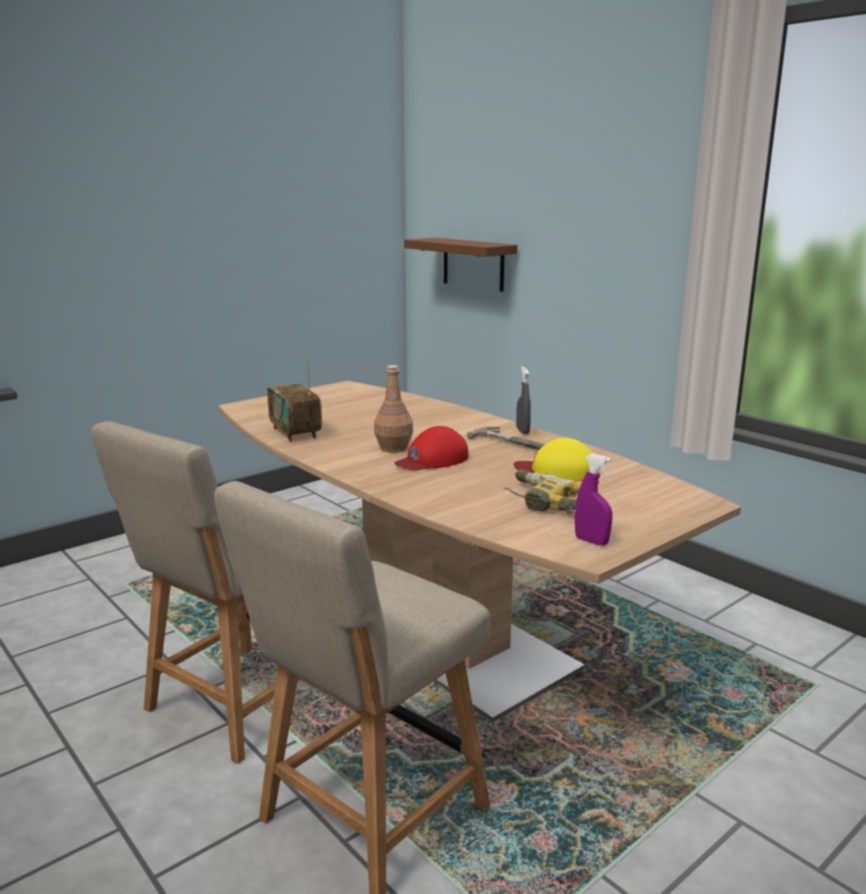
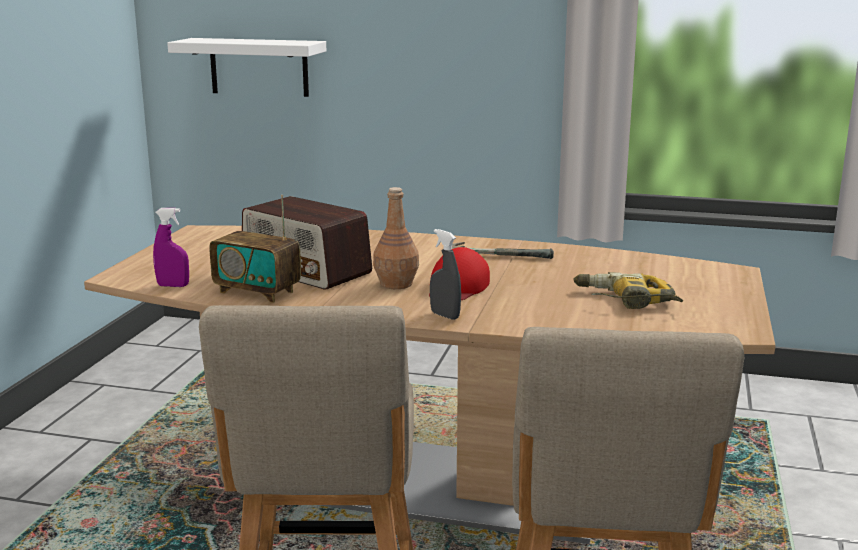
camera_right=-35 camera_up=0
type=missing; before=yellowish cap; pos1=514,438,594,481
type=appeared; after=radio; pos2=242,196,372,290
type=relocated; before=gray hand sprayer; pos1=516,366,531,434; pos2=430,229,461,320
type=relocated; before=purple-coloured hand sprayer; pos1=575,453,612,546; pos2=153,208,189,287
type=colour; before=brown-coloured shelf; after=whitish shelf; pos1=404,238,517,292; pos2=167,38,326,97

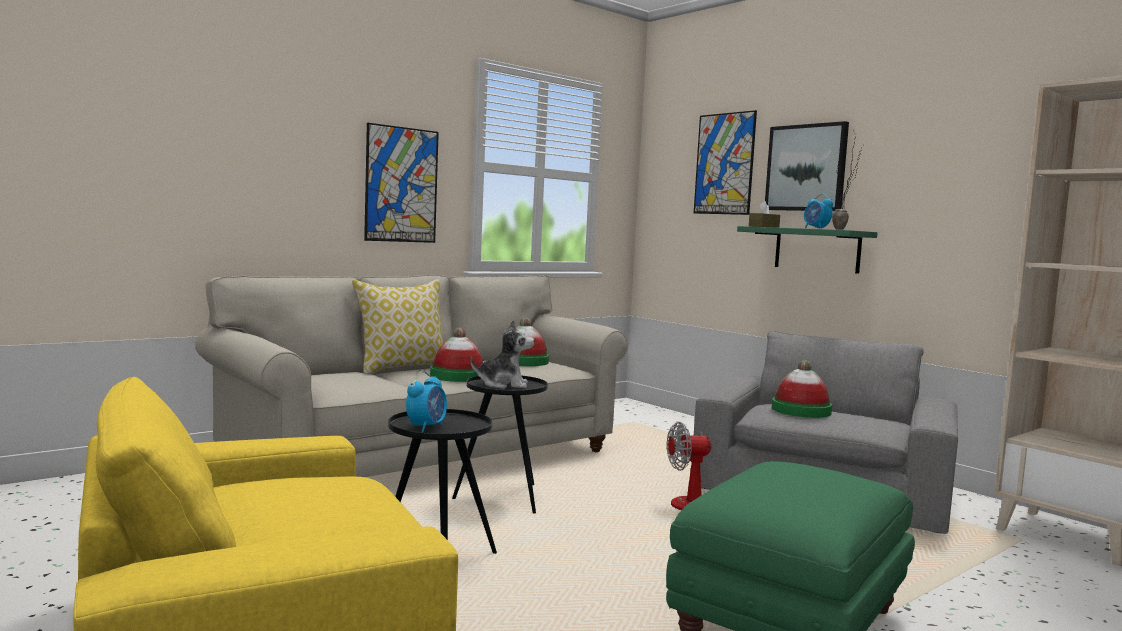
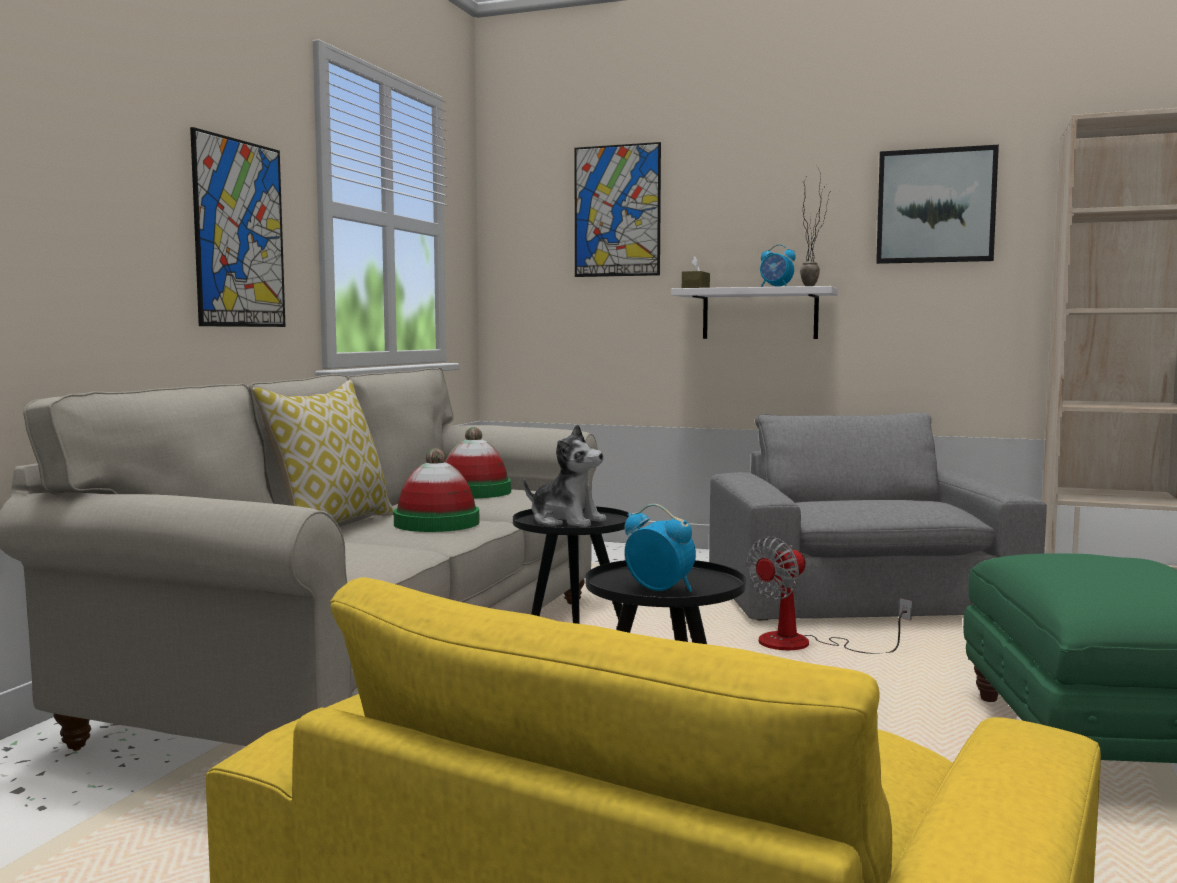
camera_right=-30 camera_up=0
type=missing; before=hat; pos1=772,360,832,418
type=relocated; before=wall art; pos1=765,121,849,211; pos2=876,145,999,264
type=colour; before=greenish shelf; after=whitish shelf; pos1=737,226,878,274; pos2=671,286,838,339
type=spun; before=bedside clock; pos1=406,371,447,432; pos2=624,504,696,592; turn=-45
type=spun; before=plush toy; pos1=471,320,534,389; pos2=524,424,606,527; turn=60

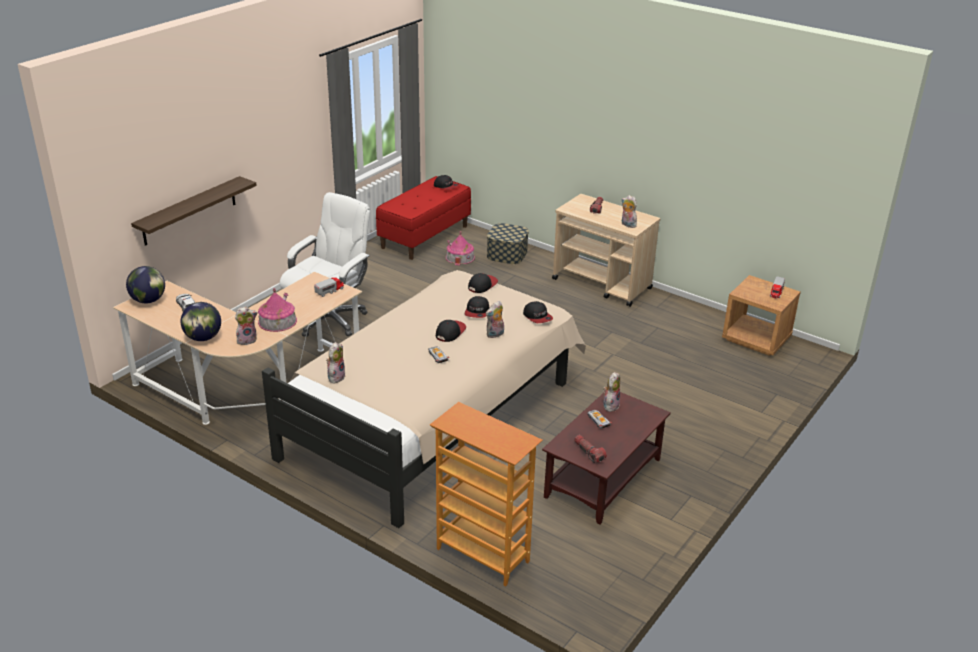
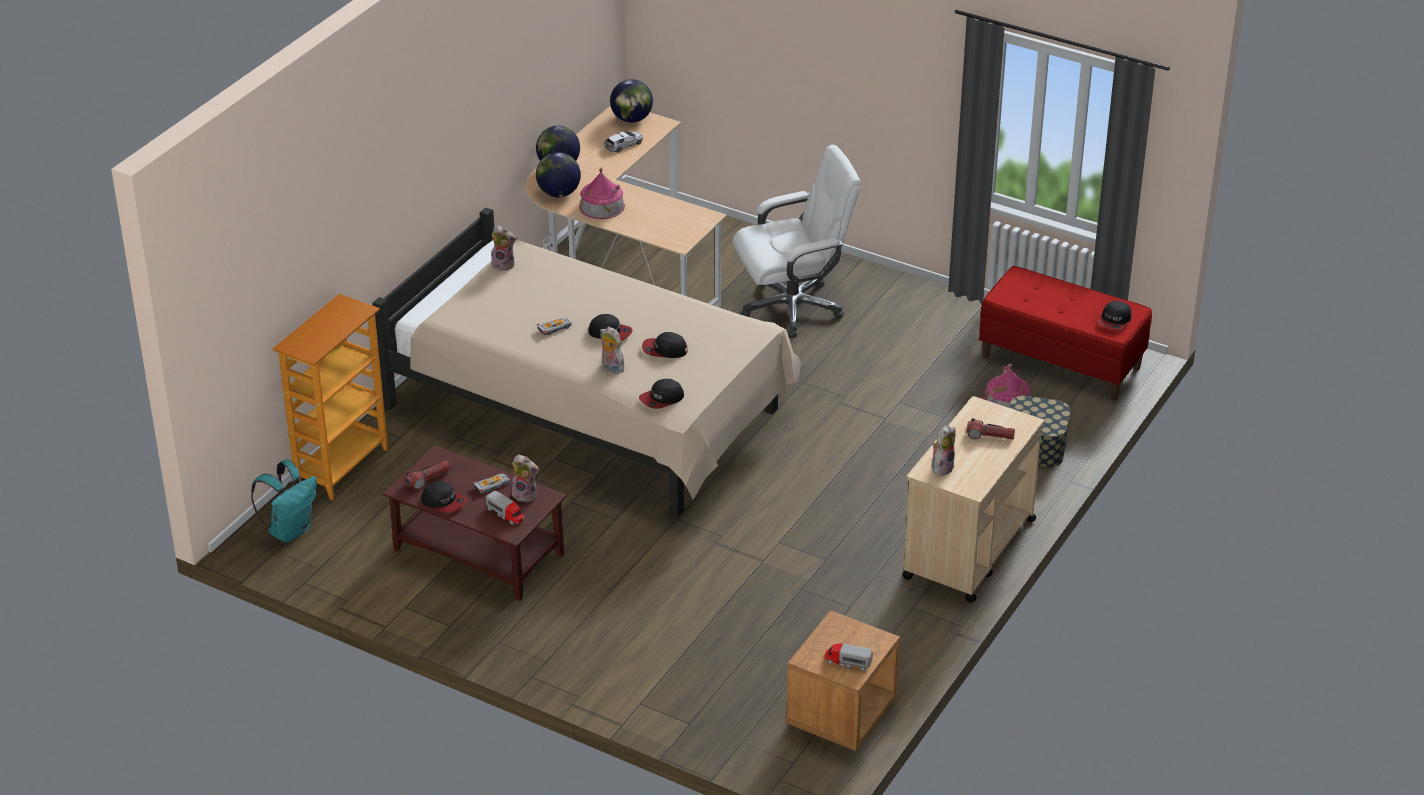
camera_right=85 camera_up=5
type=missing; before=shelf; pos1=131,176,257,246
type=appeared; after=turquoise backpack; pos2=251,460,317,543
type=relocated; before=toy lorry; pos1=314,277,344,297; pos2=486,491,524,525
type=relocated; before=cap; pos1=468,273,498,293; pos2=421,481,467,513
type=exchanged; before=plush toy; after=desk globe; pos1=235,307,257,345; pos2=536,152,581,197
type=spun; before=whitish office chair; pos1=280,192,370,337; pos2=733,144,861,338; turn=-45

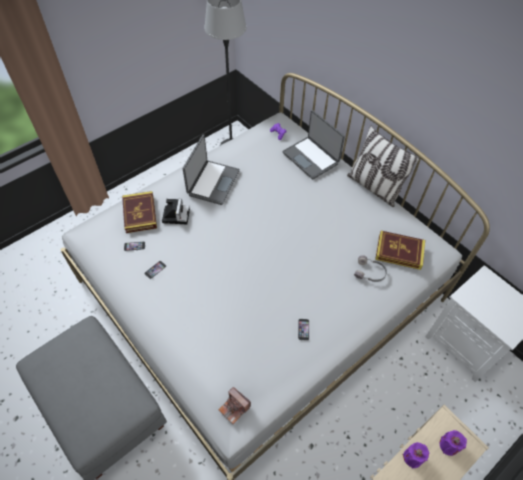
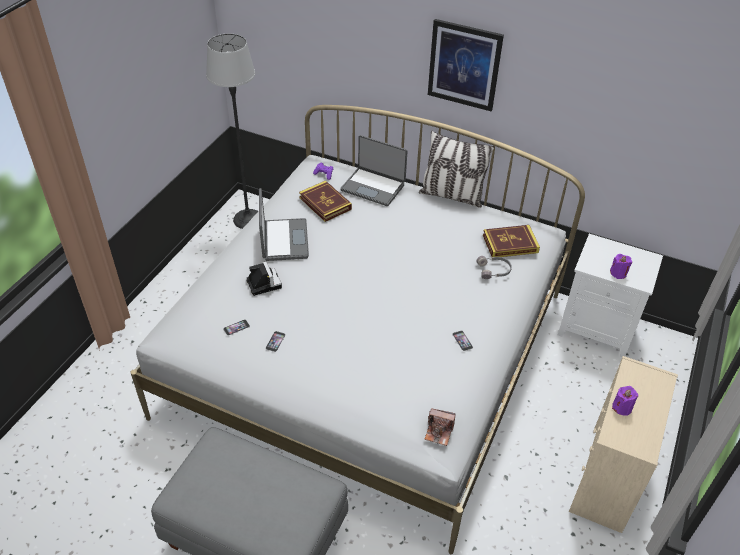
camera_right=-25 camera_up=-10
type=appeared; after=wall art; pos2=428,19,504,111
type=relocated; before=bound book; pos1=122,191,157,233; pos2=299,180,352,222
type=relocated; before=purple-coloured wax light; pos1=440,430,467,456; pos2=610,254,632,279

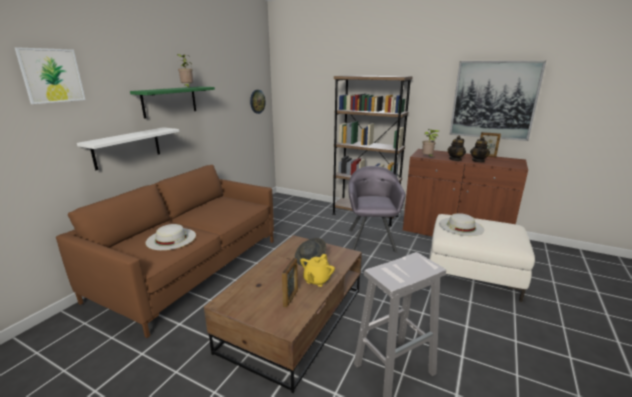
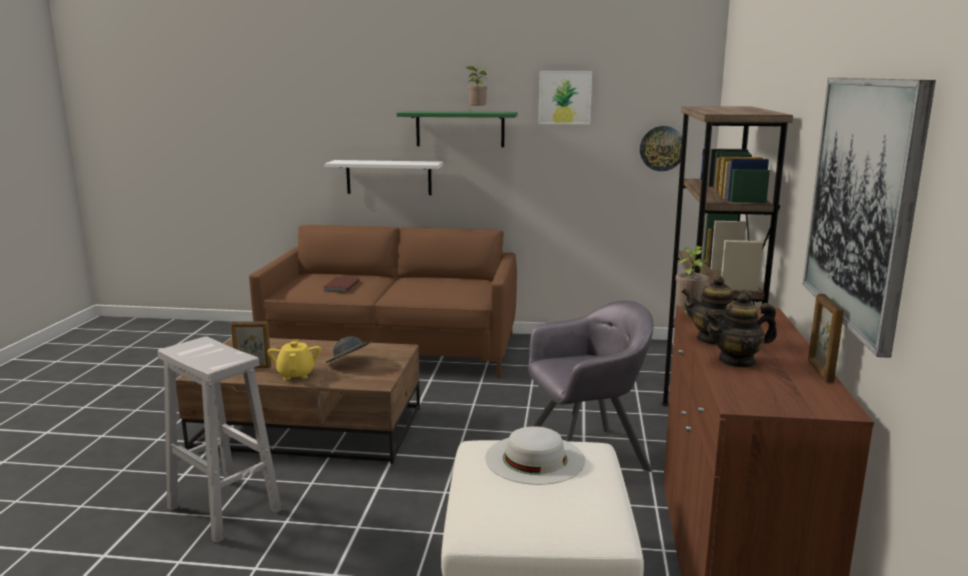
camera_right=70 camera_up=-5
type=relocated; before=wall art; pos1=15,47,85,104; pos2=539,71,592,125
type=exchanged; before=whitish hat; after=brown-coloured bound book; pos1=146,224,196,250; pos2=324,277,360,292
type=spun; before=yellowish pot for tea; pos1=300,254,335,287; pos2=268,339,321,380; turn=75

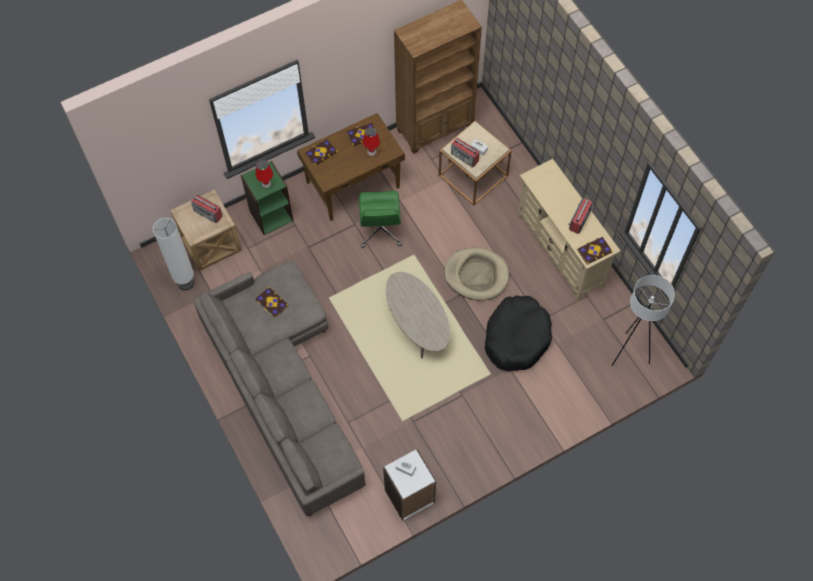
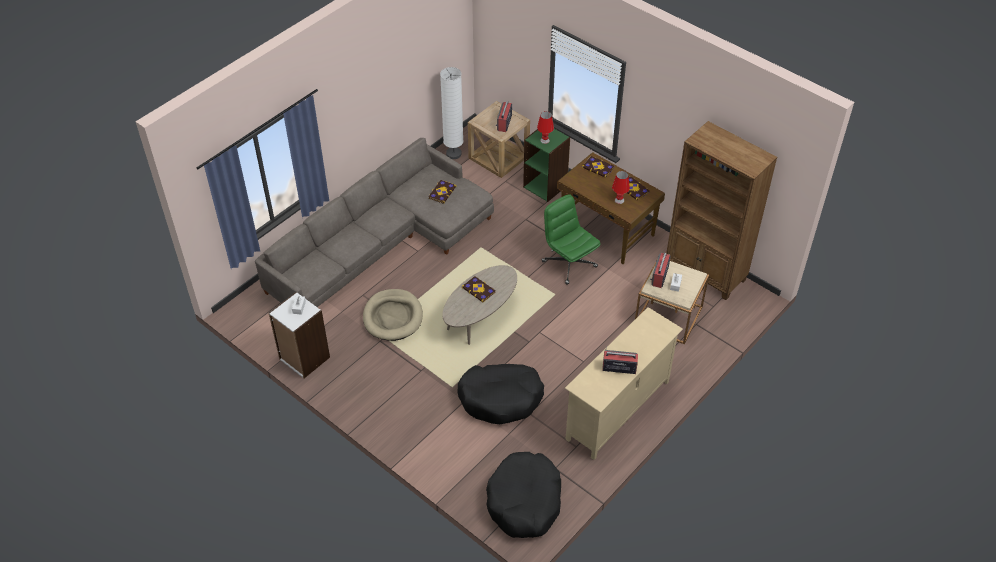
camera_right=70 camera_up=-15
type=relocated; before=sand-coloured dog cushion; pos1=444,248,509,301; pos2=363,289,423,341
type=relocated; before=bound book; pos1=577,237,613,265; pos2=462,276,496,303
type=exchanged; before=whitish floor lamp; after=black-coloured dog cushion; pos1=612,275,675,366; pos2=486,452,561,538
type=spun; before=greenish office chair; pos1=359,191,402,248; pos2=542,194,601,284; turn=75

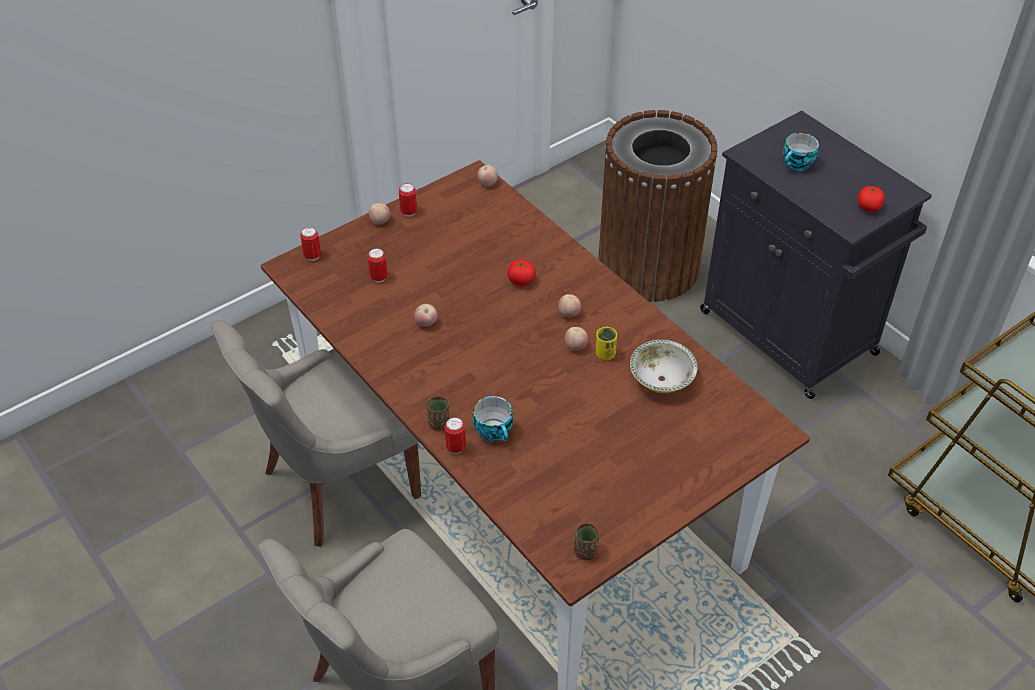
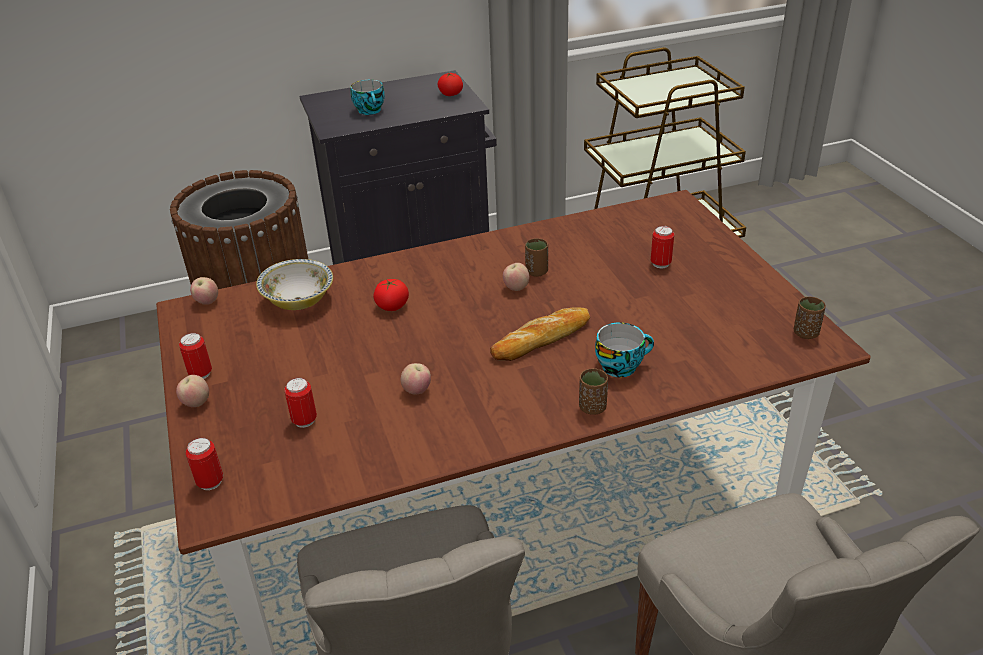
camera_right=-70 camera_up=-10
type=missing; before=apple; pos1=558,294,581,317
type=appeared; after=baked bread; pos2=490,308,590,361
type=relocated; before=metal can; pos1=445,417,466,454; pos2=651,226,674,268
type=relocated; before=deep dish; pos1=630,340,697,393; pos2=256,259,333,310
type=colour; before=yellowish drinking cup; after=brown-coloured drinking cup; pos1=596,327,617,360; pos2=525,238,548,277

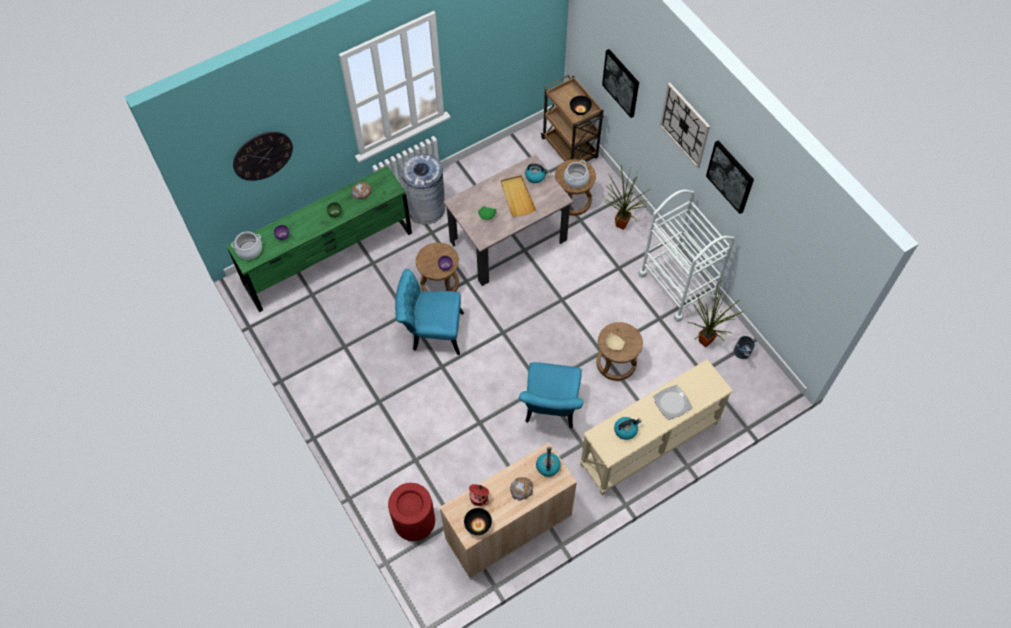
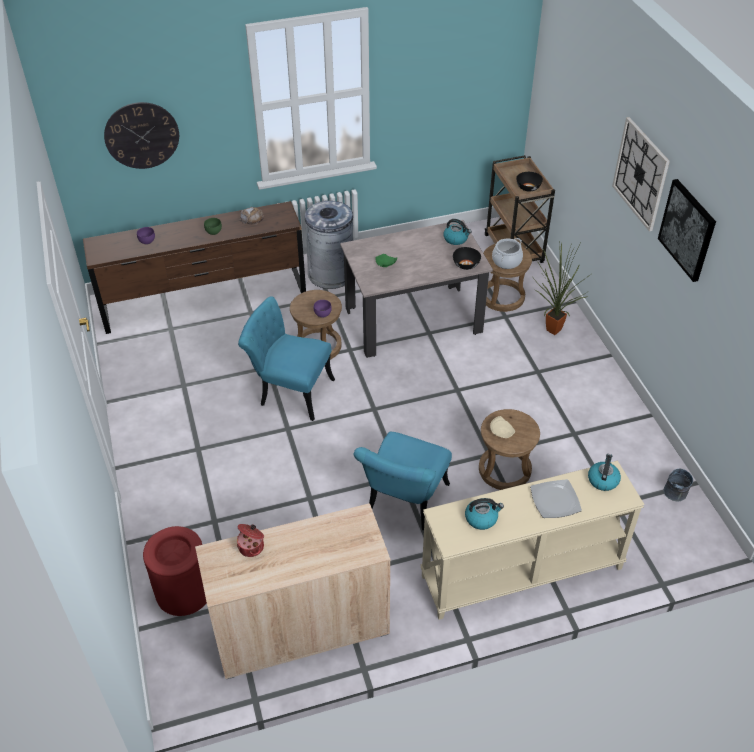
camera_right=15 camera_up=-15
type=missing; before=saucepot; pos1=231,231,262,260
type=missing; before=sand-coloured serving tray; pos1=501,175,536,217
type=missing; before=baked bread; pos1=510,477,533,501
type=missing; before=wall art; pos1=602,49,639,118
type=missing; before=whitish cart; pos1=638,189,735,322
type=missing; before=houseplant; pos1=688,282,743,347
type=relocated; before=black-coloured deep dish; pos1=464,508,492,535; pos2=453,247,481,270
type=relocated; before=tea kettle; pos1=536,447,561,477; pos2=588,454,621,491
type=colour; before=greenish drawer chest; after=brown-coloured drawer chest; pos1=226,166,412,312; pos2=83,201,306,334

